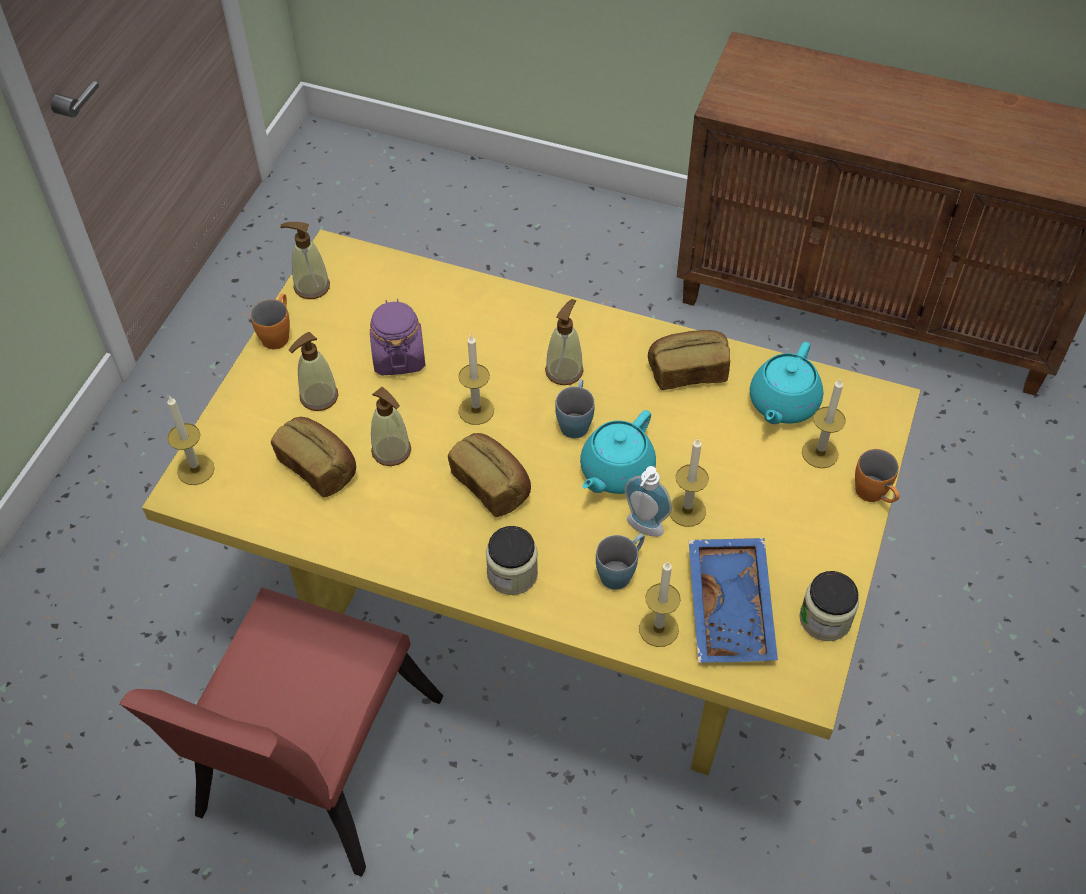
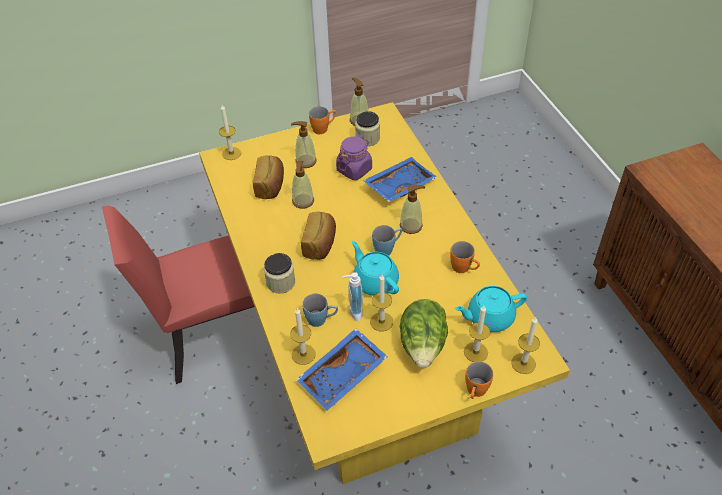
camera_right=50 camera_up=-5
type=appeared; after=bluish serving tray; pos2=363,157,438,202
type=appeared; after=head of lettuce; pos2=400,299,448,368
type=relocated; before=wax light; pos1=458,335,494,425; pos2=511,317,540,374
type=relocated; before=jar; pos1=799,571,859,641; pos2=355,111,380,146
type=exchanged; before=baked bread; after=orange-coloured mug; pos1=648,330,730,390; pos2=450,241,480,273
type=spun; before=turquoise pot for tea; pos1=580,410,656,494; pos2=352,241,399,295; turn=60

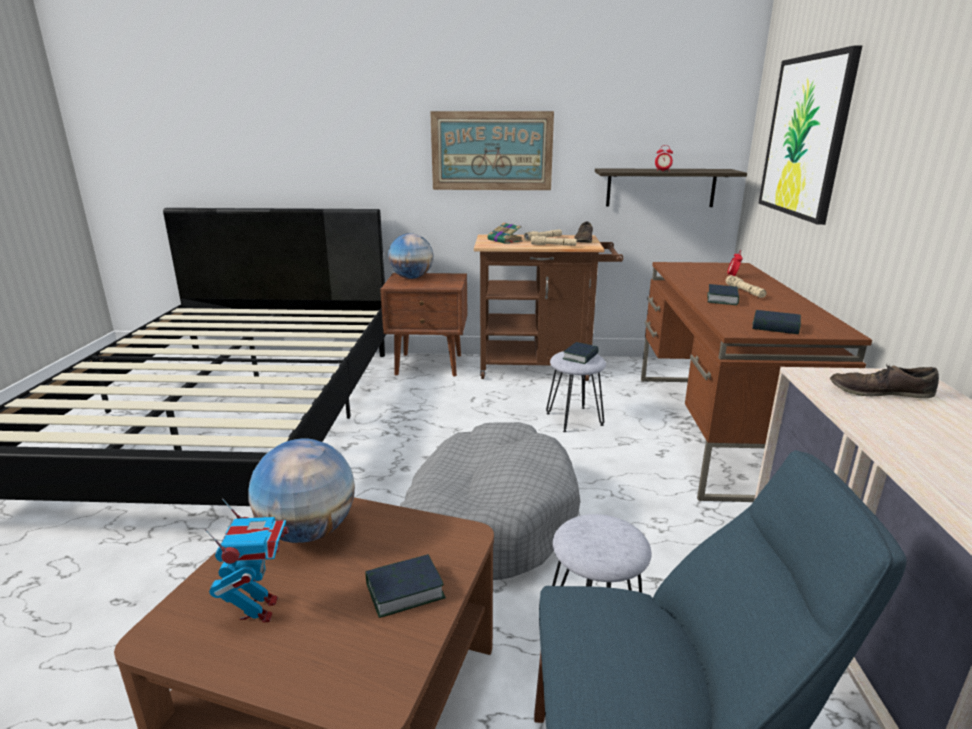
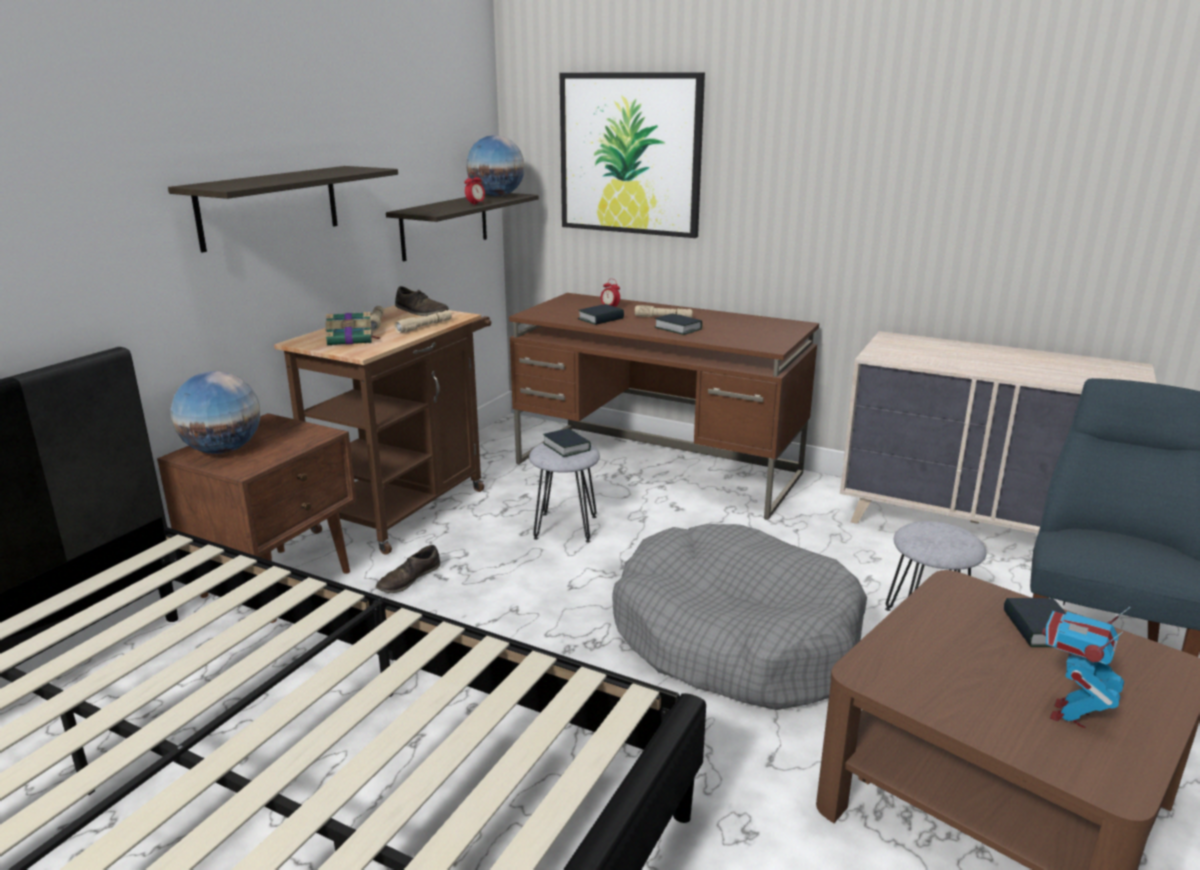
camera_right=-65 camera_up=0
type=relocated; before=desk globe; pos1=248,439,355,543; pos2=466,135,525,196
type=relocated; before=bound book; pos1=752,310,801,334; pos2=578,304,624,325
type=relocated; before=brown-coloured shoe; pos1=830,365,939,398; pos2=376,545,440,593
type=exchanged; before=wall art; after=shelf; pos1=430,111,554,190; pos2=168,166,398,253
type=spun; before=model robot; pos1=205,498,289,622; pos2=1042,607,1131,728; turn=-75

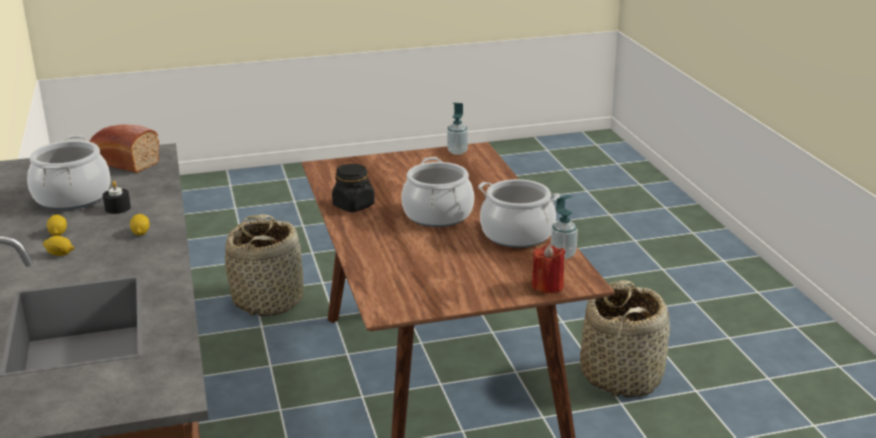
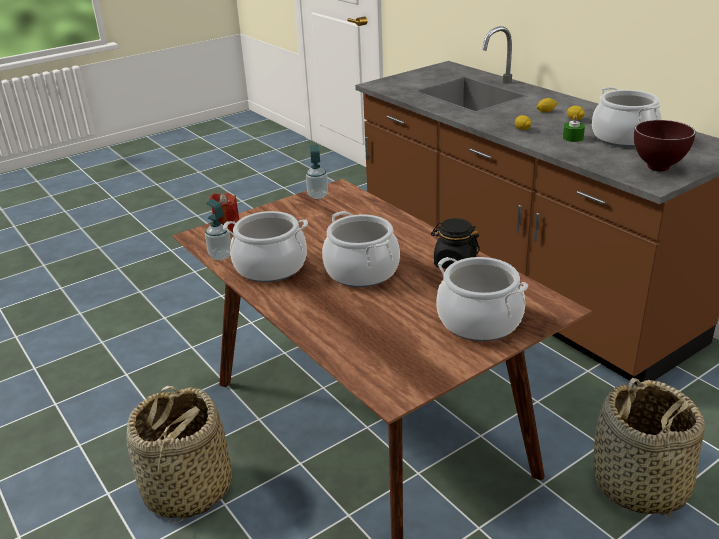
camera_right=160 camera_up=5
type=appeared; after=saucepot; pos2=436,257,528,341
type=relocated; before=soap dispenser; pos1=447,103,468,155; pos2=306,145,328,199
type=exchanged; before=baked bread; after=brown-coloured deep dish; pos1=89,124,159,173; pos2=634,120,696,171
type=colour; before=black-coloured wax light; after=greenish wax light; pos1=103,181,131,214; pos2=563,115,585,142

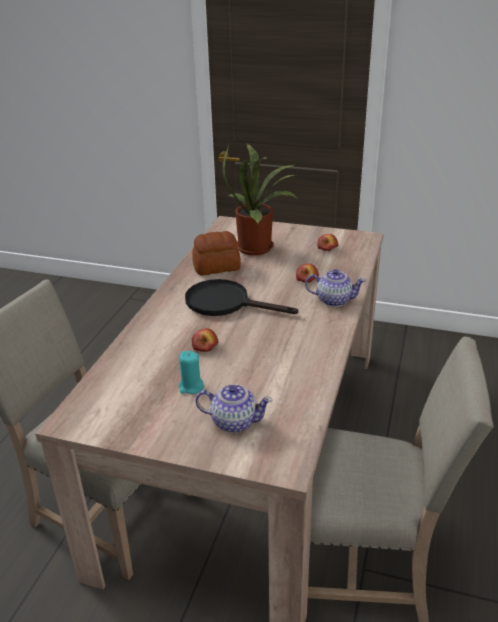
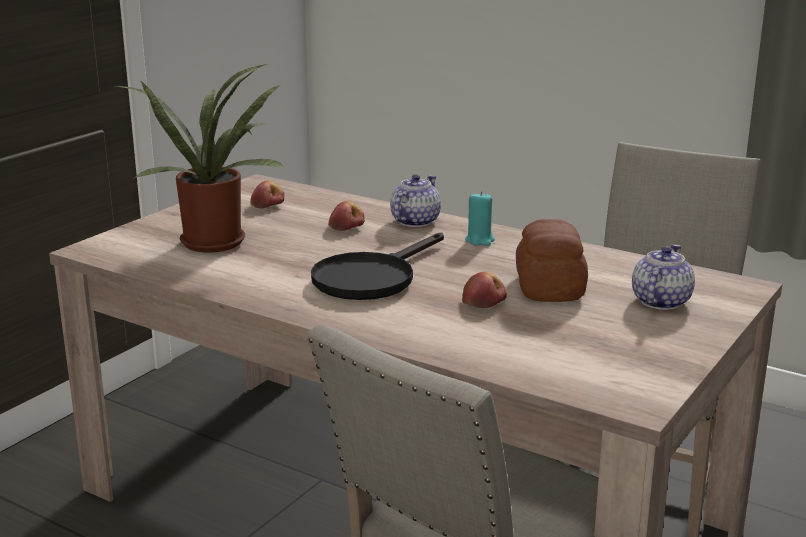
camera_right=-75 camera_up=-10
type=relocated; before=turquoise wax light; pos1=179,351,204,394; pos2=465,191,495,246
type=relocated; before=baked bread; pos1=192,231,241,275; pos2=516,219,588,302

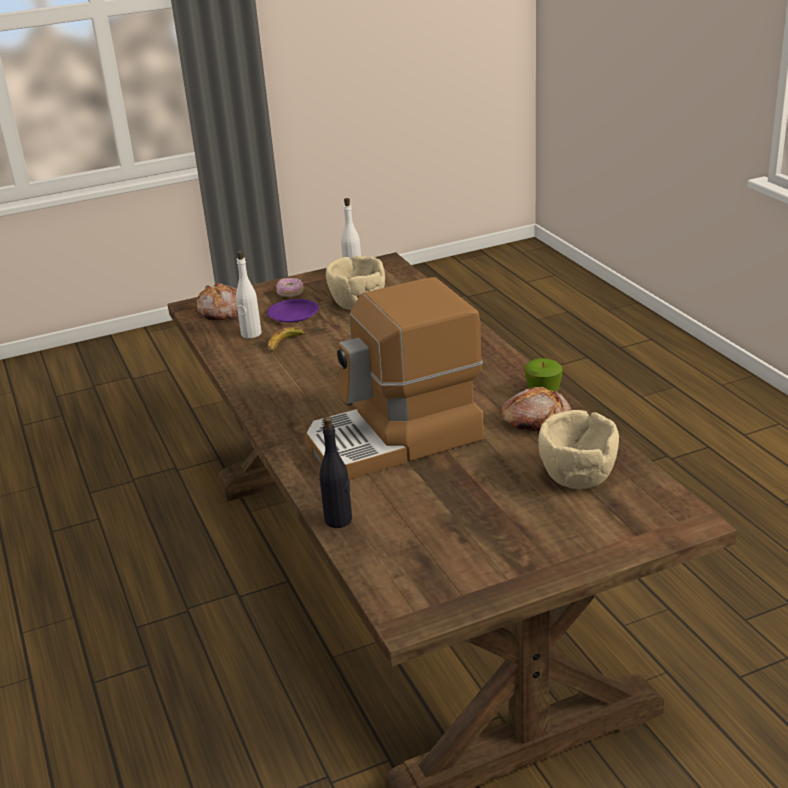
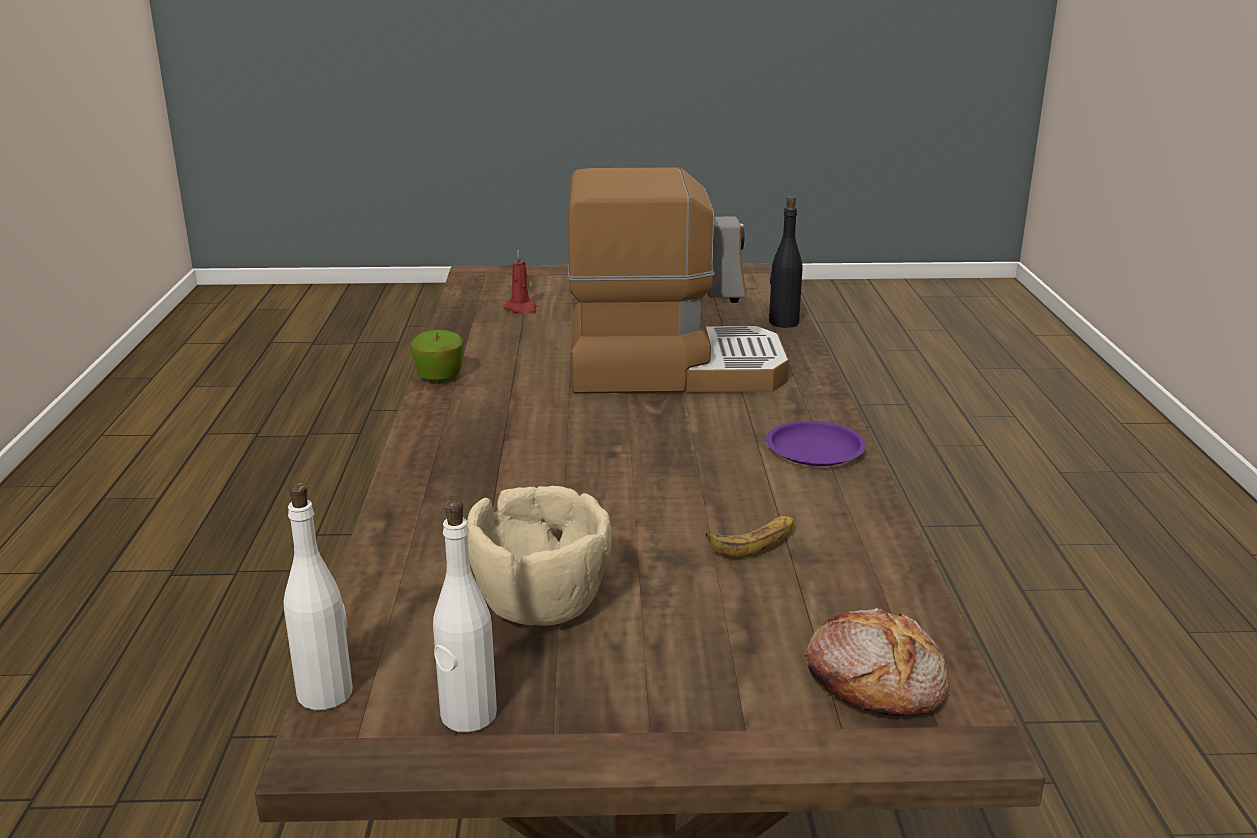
camera_right=-160 camera_up=-5
type=missing; before=doughnut; pos1=276,278,303,297
type=missing; before=baked bread; pos1=501,387,571,431
type=relocated; before=whitish bottle; pos1=236,251,261,338; pos2=284,482,353,710
type=relocated; before=purple-coloured plate; pos1=267,299,319,323; pos2=766,421,866,466
type=exchanged; before=sand-coloured deep dish; after=red-coloured wax light; pos1=538,410,619,489; pos2=503,250,537,314

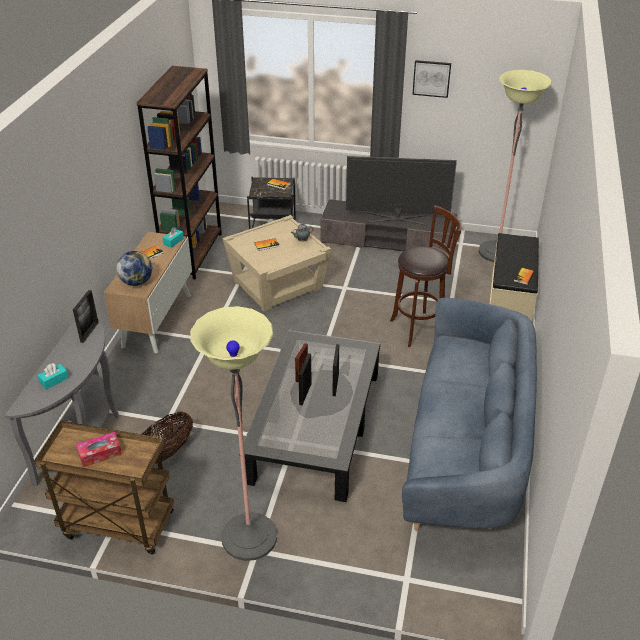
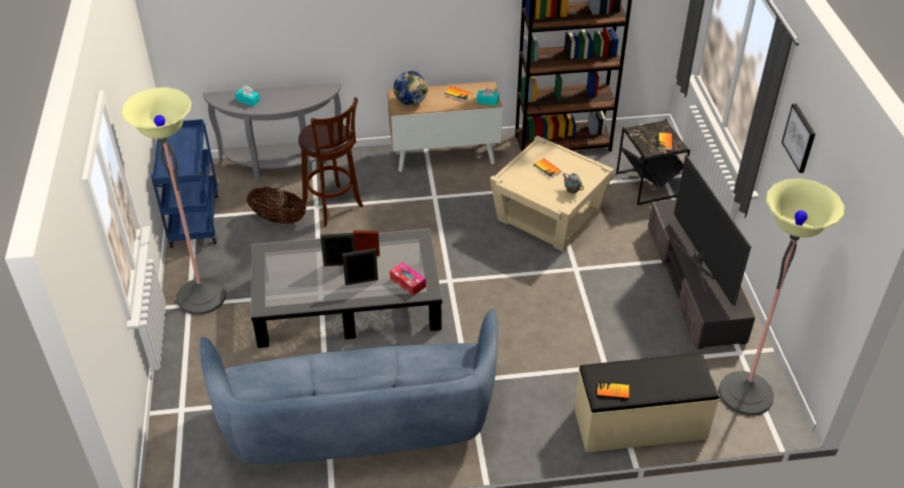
camera_right=70 camera_up=5
type=missing; before=photo frame; pos1=73,290,99,343
type=relocated; before=box of tissues; pos1=76,432,122,467; pos2=390,262,426,296
type=relocated; before=brown-coloured stool seat; pos1=390,205,461,347; pos2=298,97,363,227
type=colour; before=brown-coloured cart; after=bluish cart; pos1=35,420,174,554; pos2=151,119,218,248

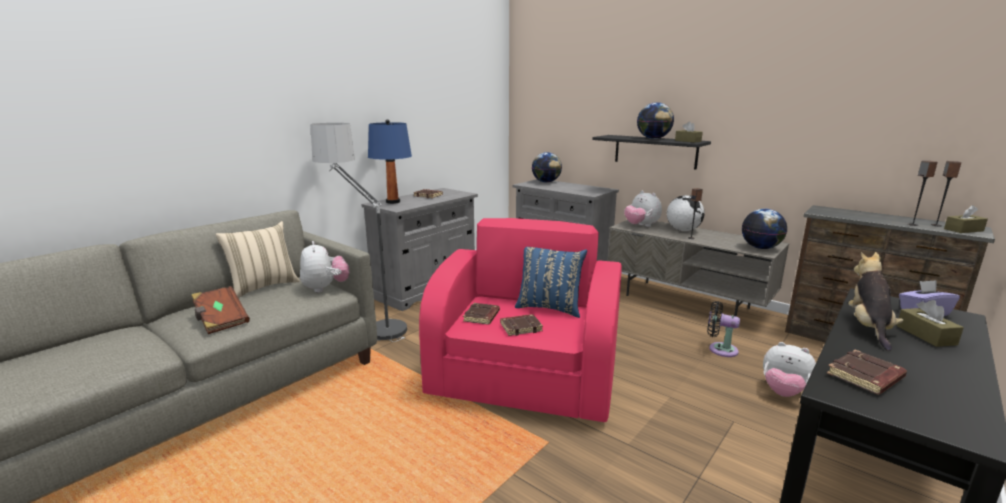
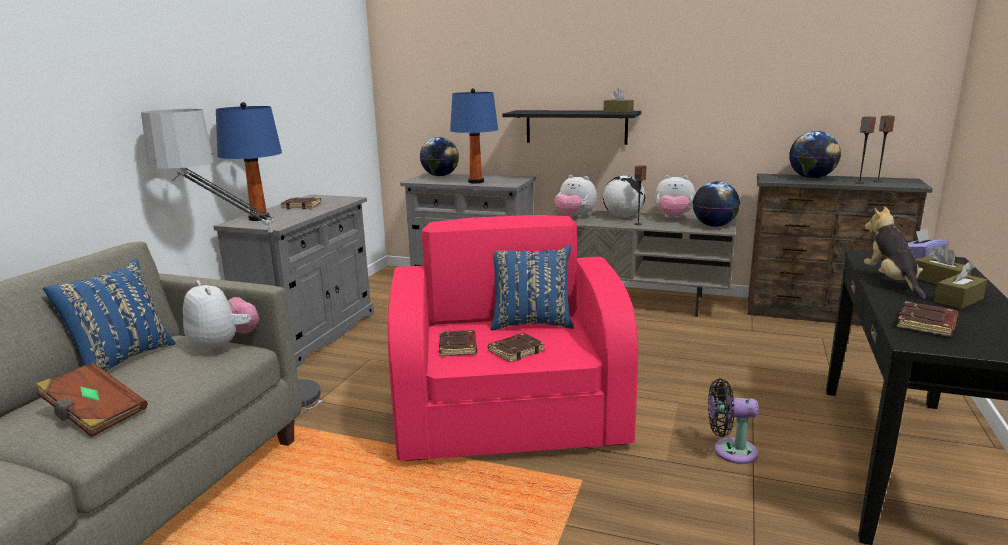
camera_right=-20 camera_up=0
type=appeared; after=bluish tabletop lamp; pos2=450,88,498,183
type=relocated; before=desk globe; pos1=637,102,674,139; pos2=789,131,841,178
type=relocated; before=black-coloured electric fan; pos1=707,301,740,357; pos2=708,378,759,464
type=relocated; before=plush toy; pos1=763,342,816,397; pos2=654,175,696,218
type=relocated; before=brown-coloured box of tissues; pos1=944,205,988,233; pos2=934,262,987,309
type=colour; before=sand-coloured throw pillow; after=bluish throw pillow; pos1=215,221,300,298; pos2=43,258,176,371

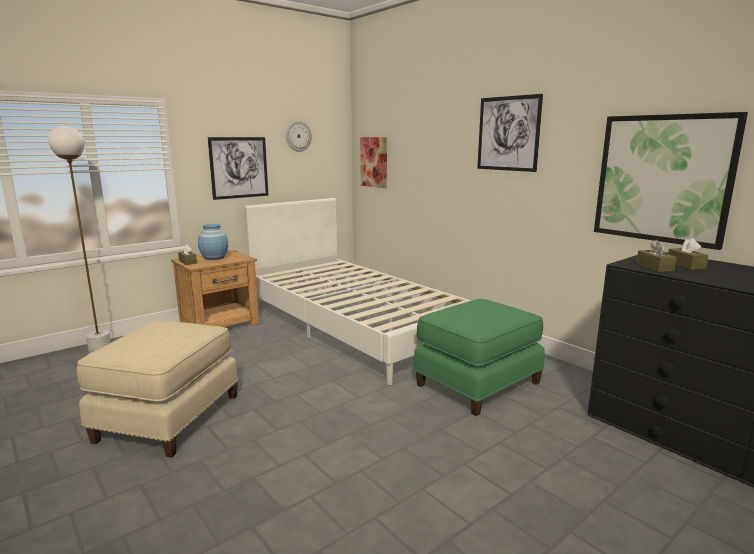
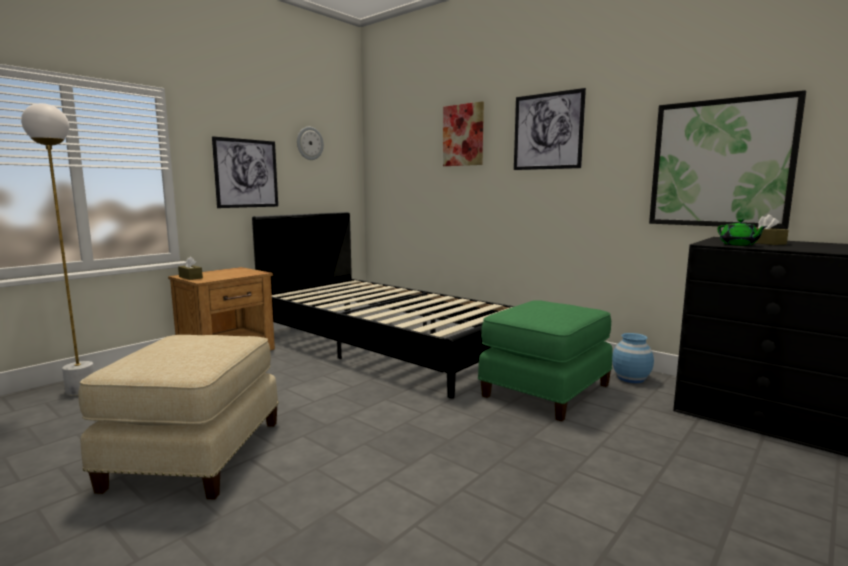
camera_right=-10 camera_up=-5
type=relocated; before=bluish decorative vase; pos1=198,224,228,260; pos2=612,333,654,383
type=relocated; before=wall art; pos1=360,137,387,188; pos2=443,102,484,166
type=exchanged; before=brown-coloured box of tissues; after=greenish pot for tea; pos1=636,240,677,272; pos2=717,219,768,245
type=colour; before=whitish bedroom bed; after=black-coloured bedroom bed; pos1=244,198,471,385; pos2=252,212,515,399

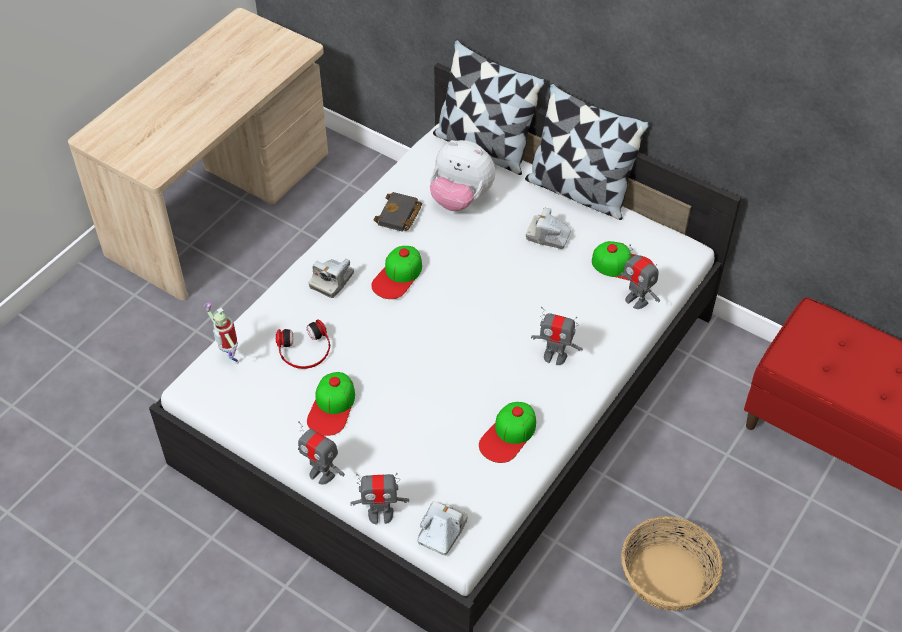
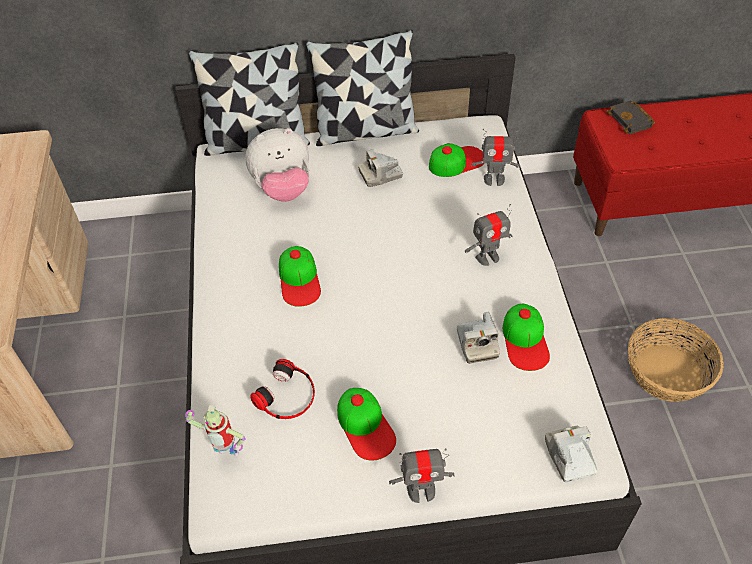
camera_right=-40 camera_up=0
type=missing; before=model robot; pos1=350,473,409,525
type=relocated; before=photo camera; pos1=309,259,354,298; pos2=457,312,500,364
type=relocated; before=black-coloured bound book; pos1=374,192,422,232; pos2=606,100,655,134

